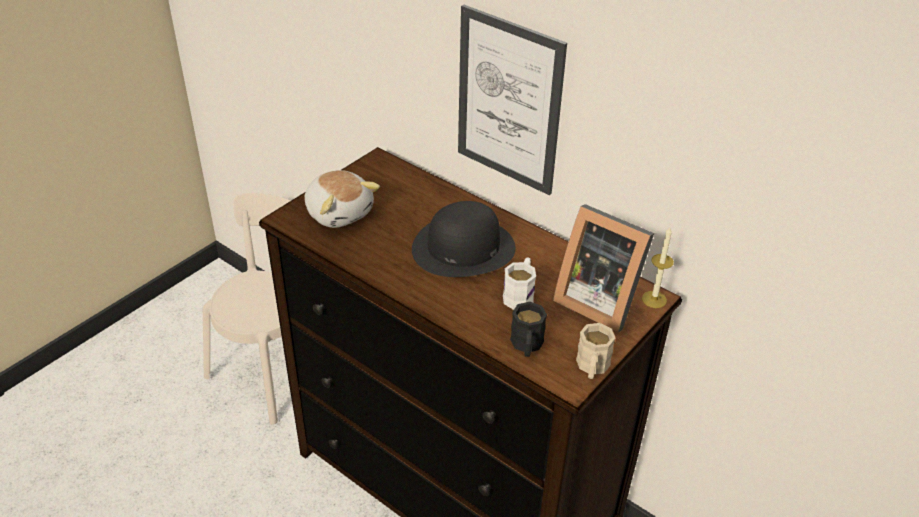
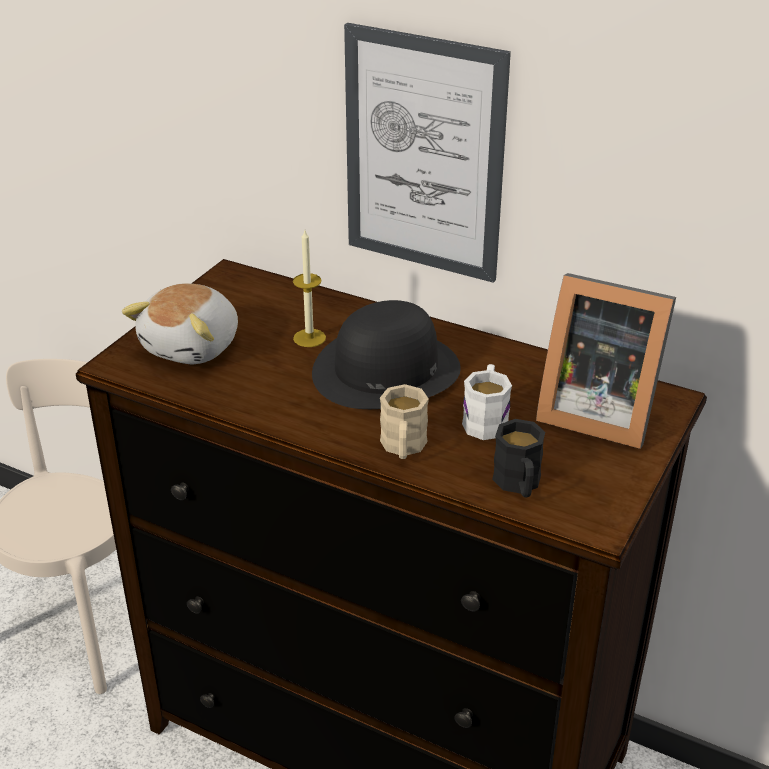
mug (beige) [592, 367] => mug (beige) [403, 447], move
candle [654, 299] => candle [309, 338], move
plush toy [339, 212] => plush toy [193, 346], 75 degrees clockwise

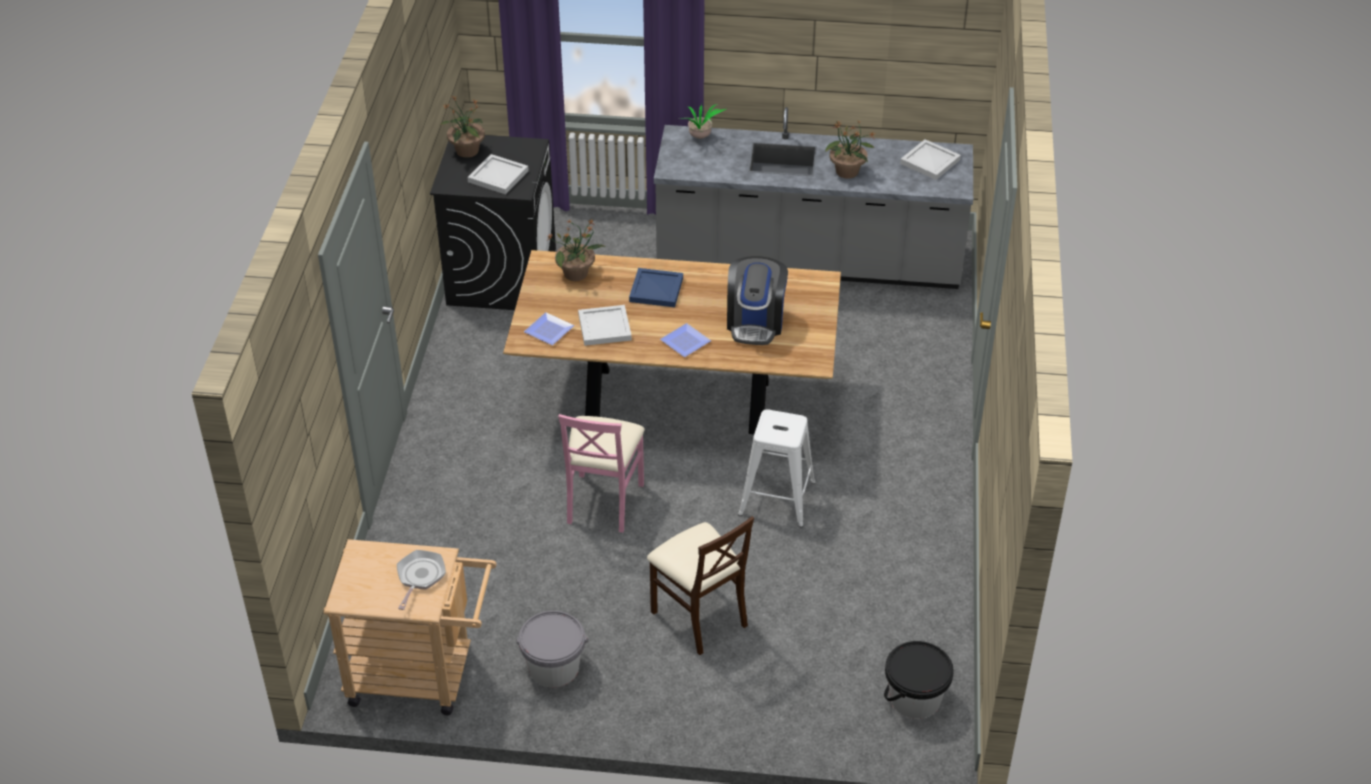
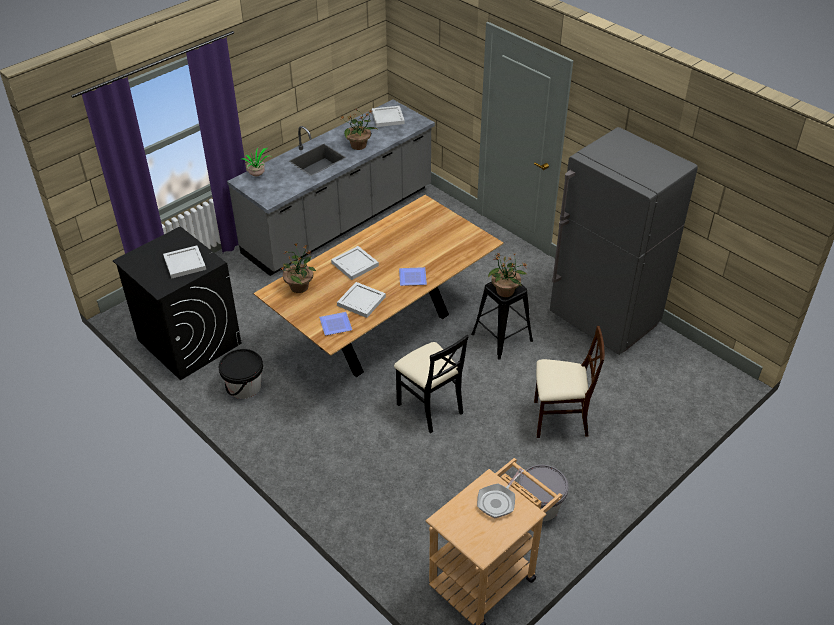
coffee machine [755, 322] => nothing
nothing => fridge (grey) [604, 322]
potted plant [467, 151] => potted plant [505, 291], move
bucket (black) [915, 698] => bucket (black) [244, 386], move
chair (pink) [603, 501] => chair (black) [430, 407]
tray (blue) [655, 289] => tray (white) [354, 264]
stool (white) [776, 498] => stool (black) [502, 338]
frying pan [420, 577] => frying pan [498, 501], 105 degrees counterclockwise

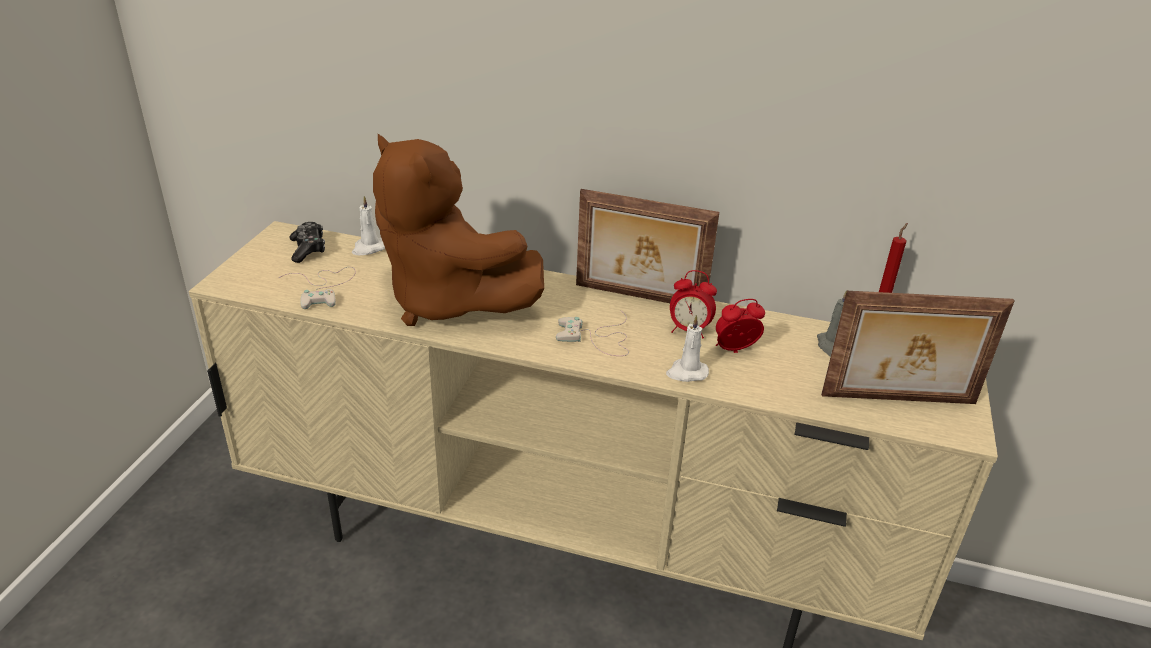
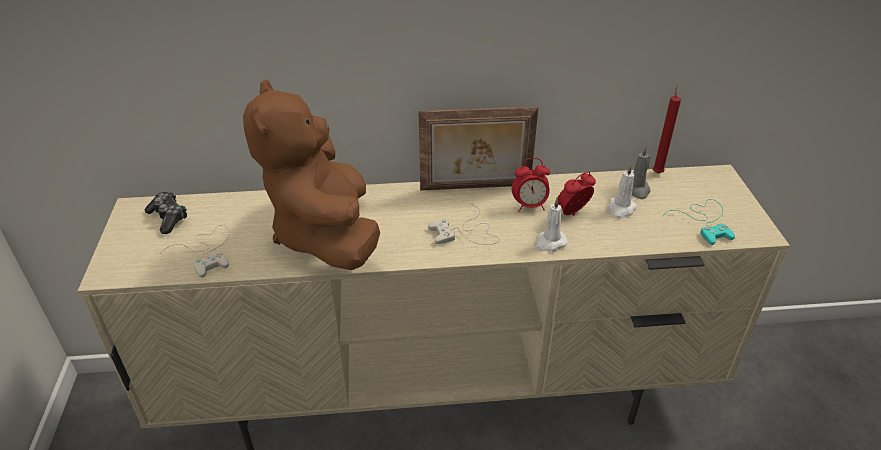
candle (white) [368, 248] => candle (white) [621, 209], move
picture frame [899, 401] => game controller (turquoise) [705, 221]
plush toy (brown) [448, 302] => plush toy (brown) [325, 235], 60 degrees clockwise

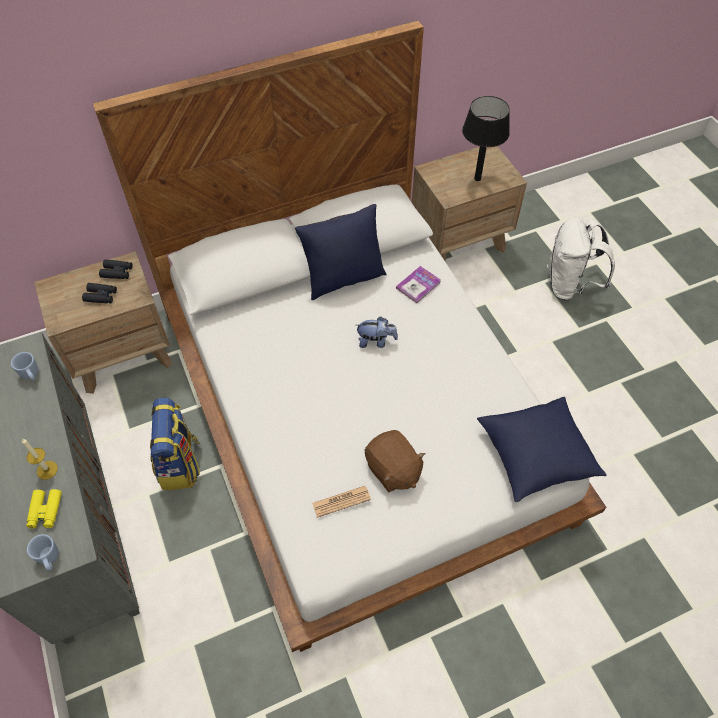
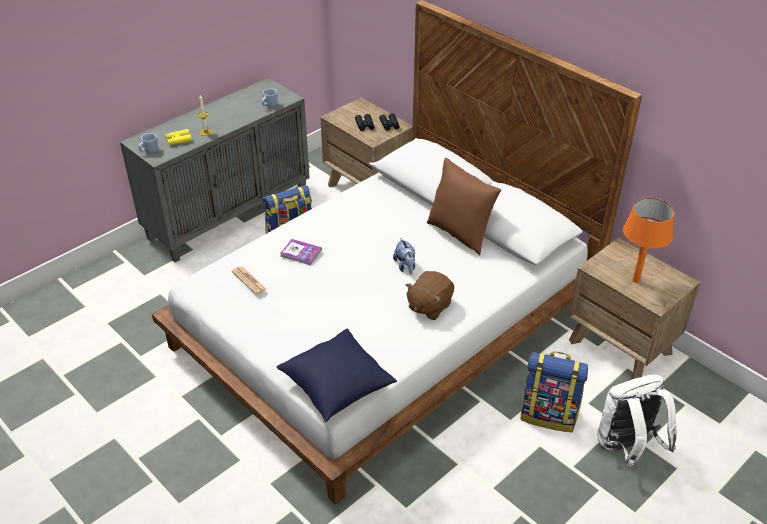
nothing => backpack [549, 414]
plush toy (brown) [392, 470] => plush toy (brown) [429, 306], move
book [418, 285] => book [301, 253], move
pillow (blue) [343, 279] => pillow (brown) [460, 233]
table lamp (black) [477, 179] => table lamp (orange) [635, 280]

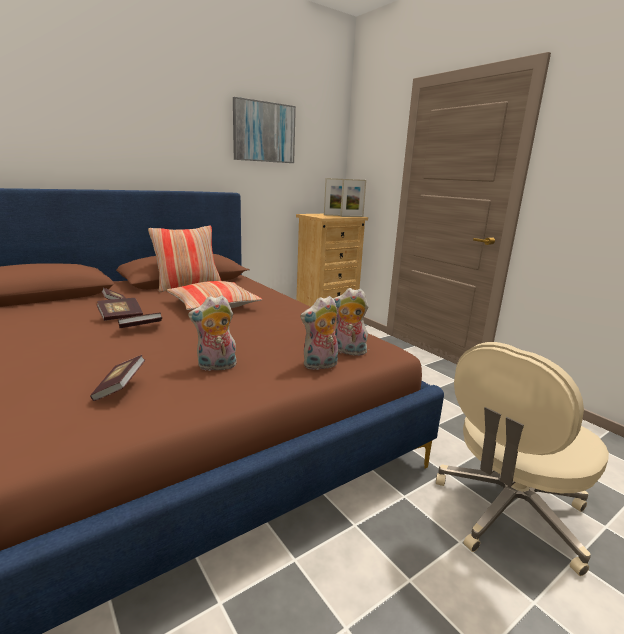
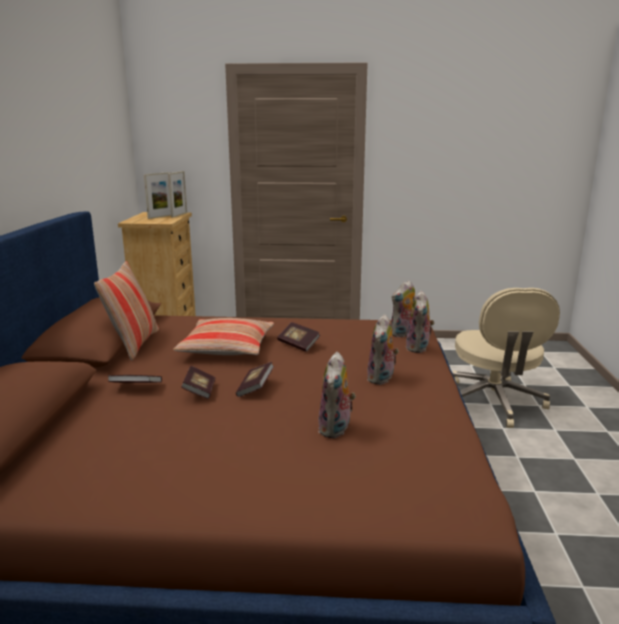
picture [264, 132] => nothing
nothing => plush toy [336, 429]
book [120, 388] => book [298, 344], move

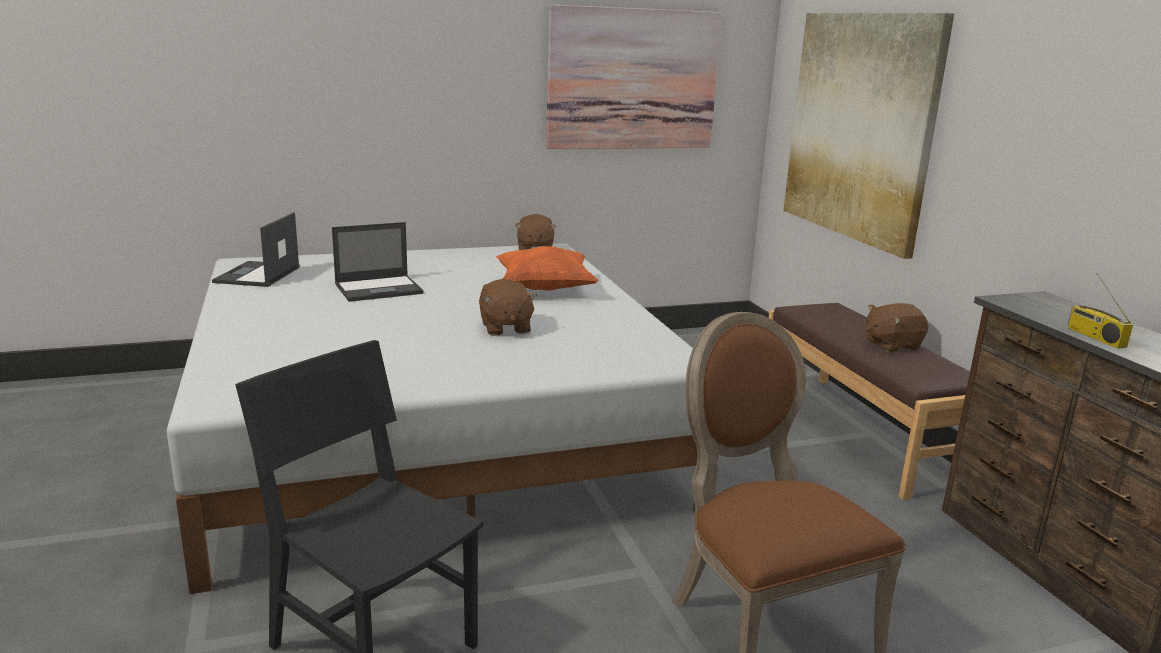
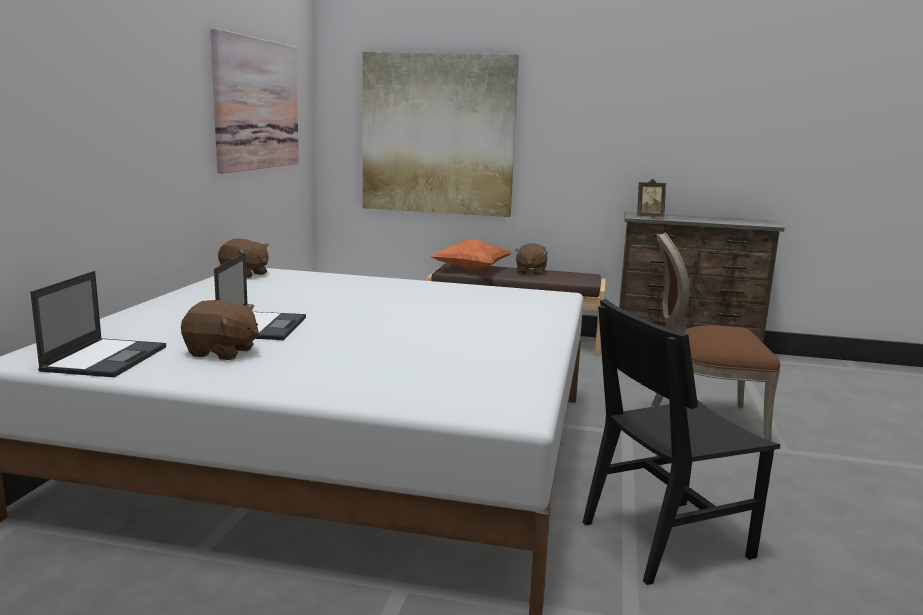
radio [1094, 337] => nothing
nothing => picture frame [648, 217]
plush toy (brown) [505, 328] => plush toy (brown) [221, 352], move
pillow (orange) [544, 289] => pillow (orange) [471, 269], move
laptop [257, 275] => laptop [106, 358], 120 degrees counterclockwise

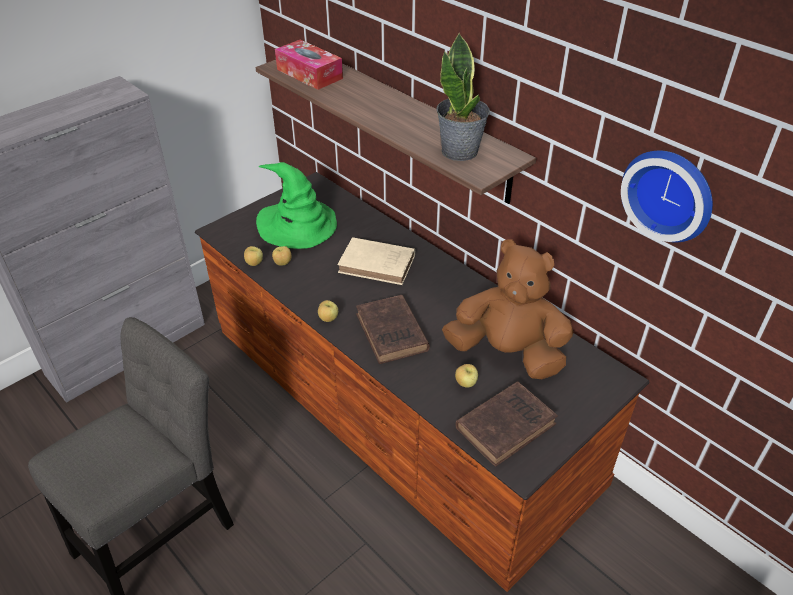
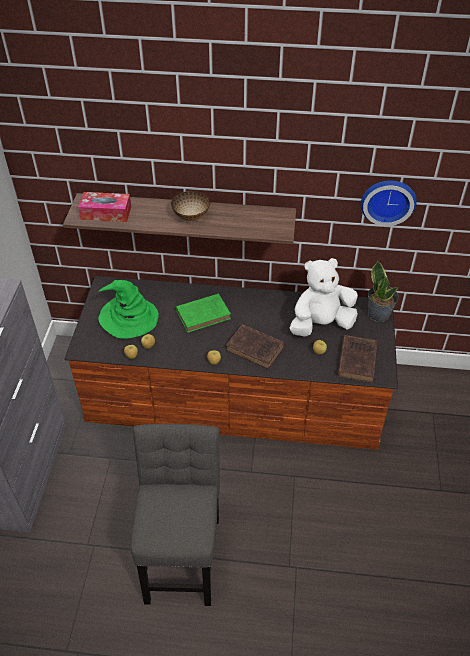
nothing => bowl [190, 217]
potted plant [460, 151] => potted plant [379, 314], move
book (beige) [379, 265] => book (green) [204, 314]
plush toy (brown) [507, 353] => plush toy (white) [321, 324]

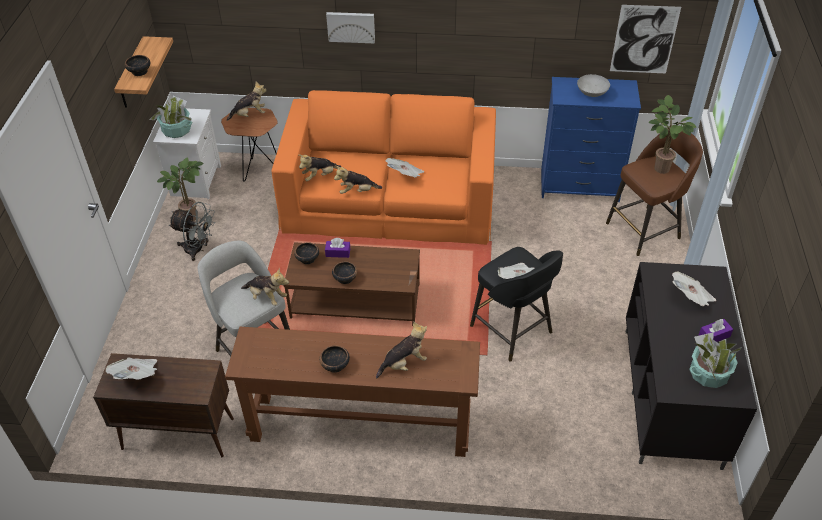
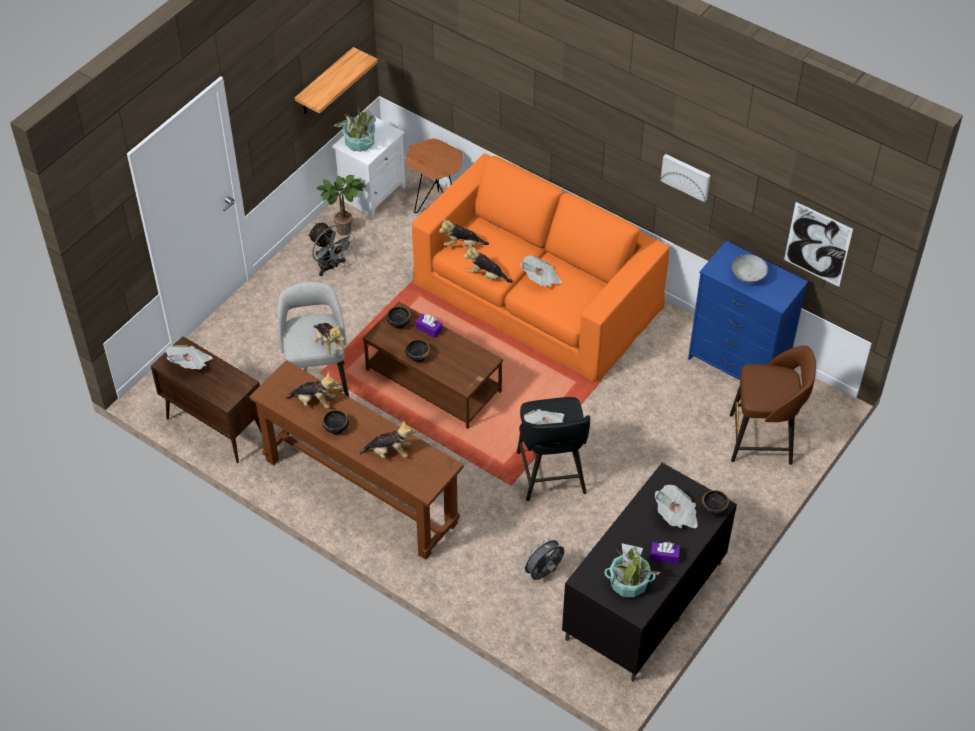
potted plant [658, 168] => nothing
nothing => fan (grey) [544, 573]
bowl [139, 72] => bowl [714, 508], move
plush toy [249, 115] => plush toy [314, 401], move
picture [351, 26] => picture [686, 176], move

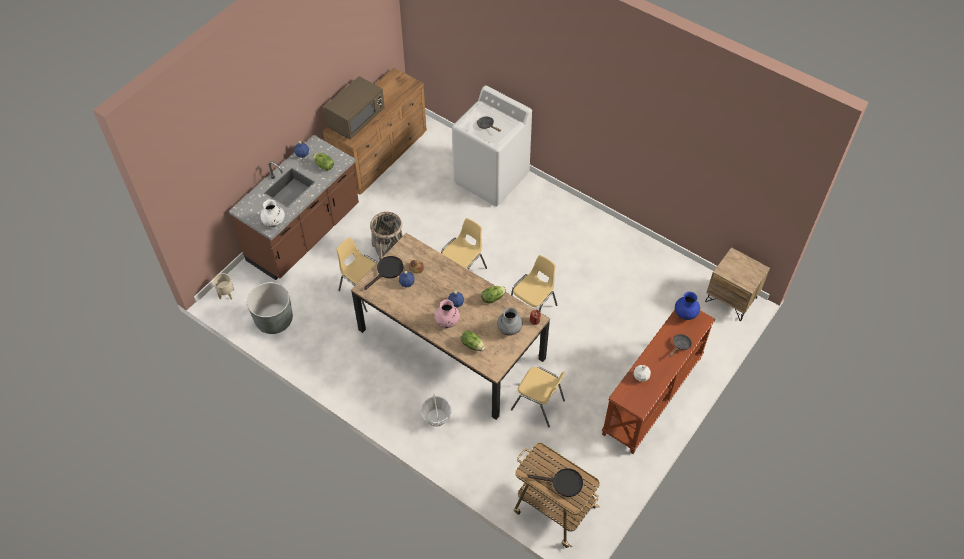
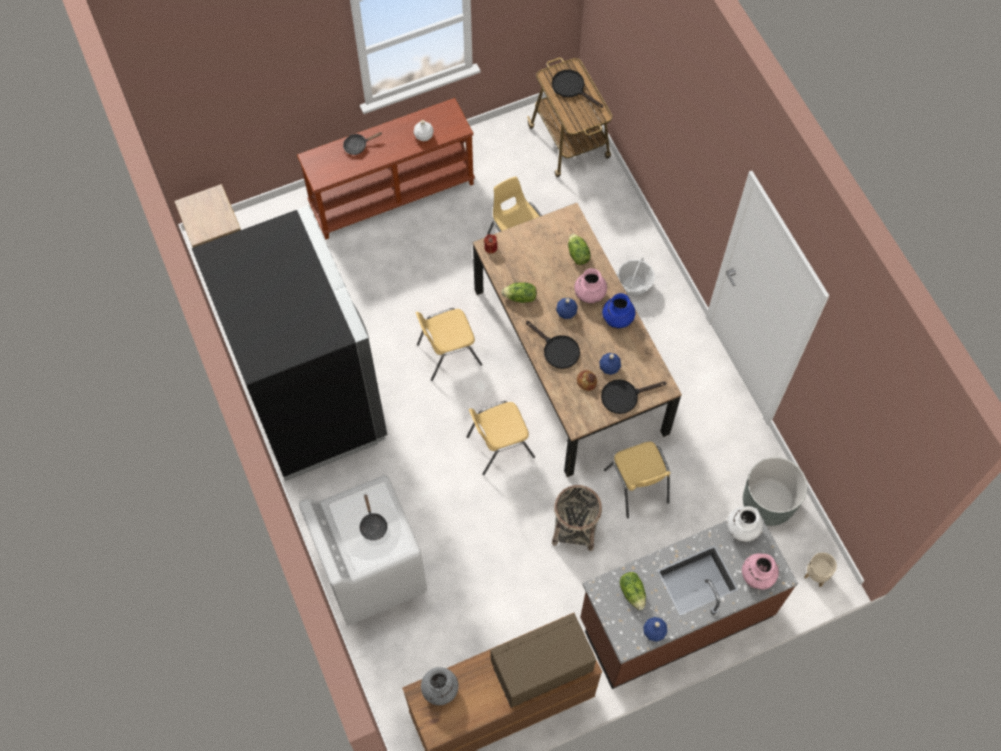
nothing => fridge (black) [312, 399]
nothing => frying pan (black) [557, 350]
nothing => vase (pink) [757, 576]
vase (grey) [509, 329] => vase (grey) [440, 690], move
vase (blue) [685, 314] => vase (blue) [617, 319], move

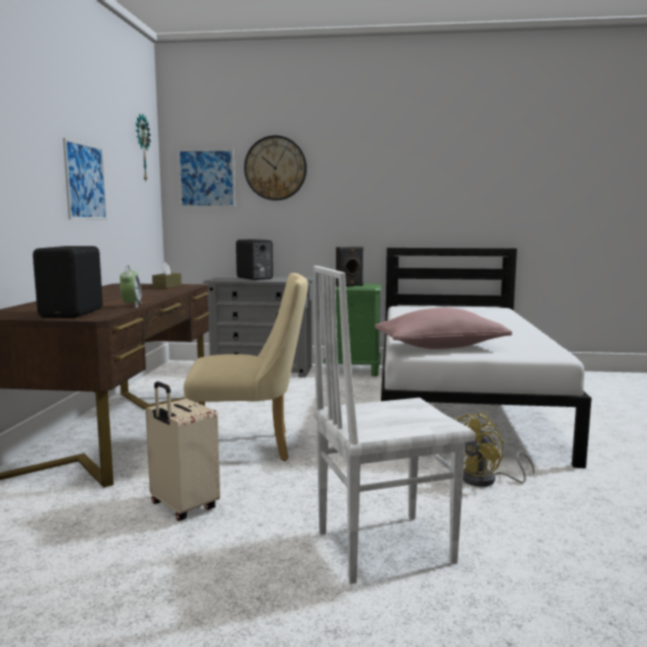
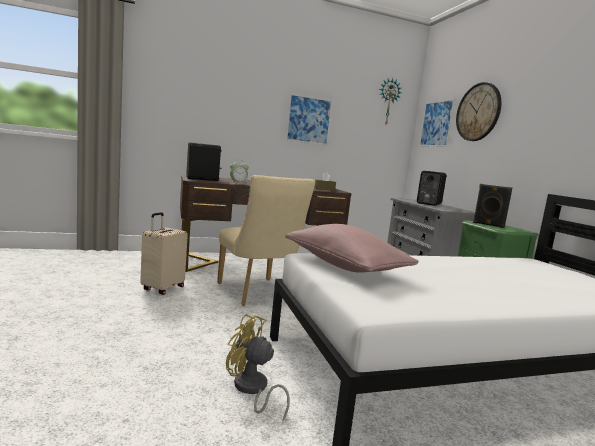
chair (white) [382, 546] => nothing

